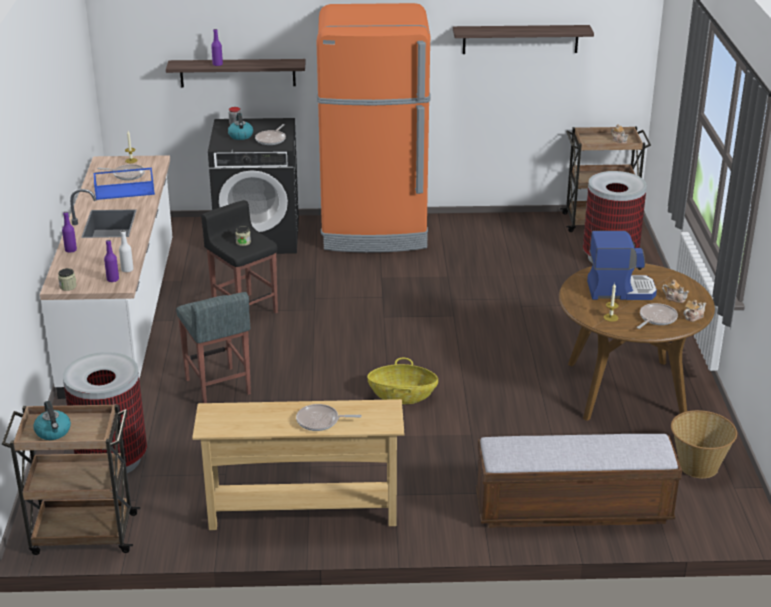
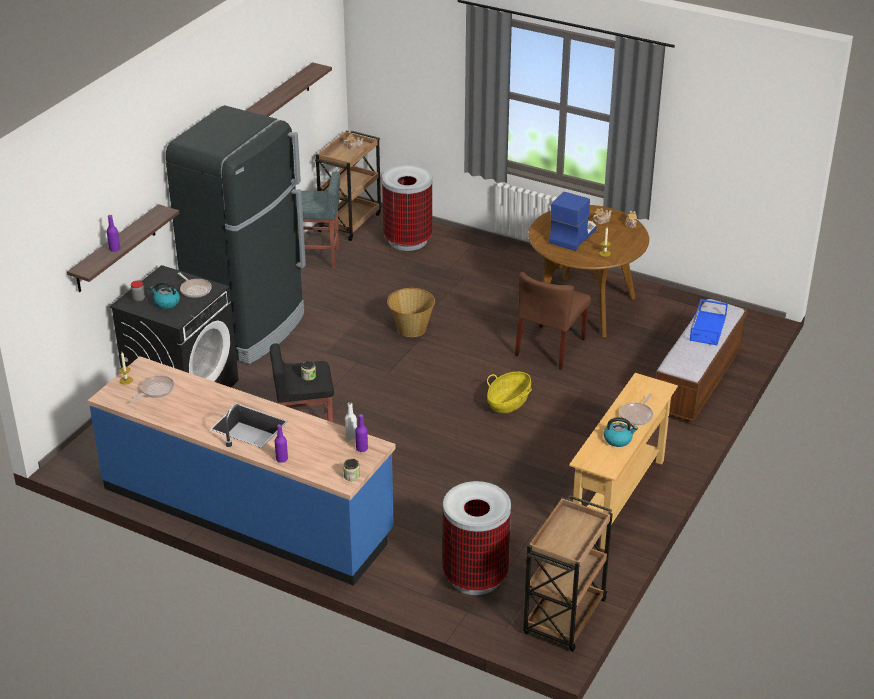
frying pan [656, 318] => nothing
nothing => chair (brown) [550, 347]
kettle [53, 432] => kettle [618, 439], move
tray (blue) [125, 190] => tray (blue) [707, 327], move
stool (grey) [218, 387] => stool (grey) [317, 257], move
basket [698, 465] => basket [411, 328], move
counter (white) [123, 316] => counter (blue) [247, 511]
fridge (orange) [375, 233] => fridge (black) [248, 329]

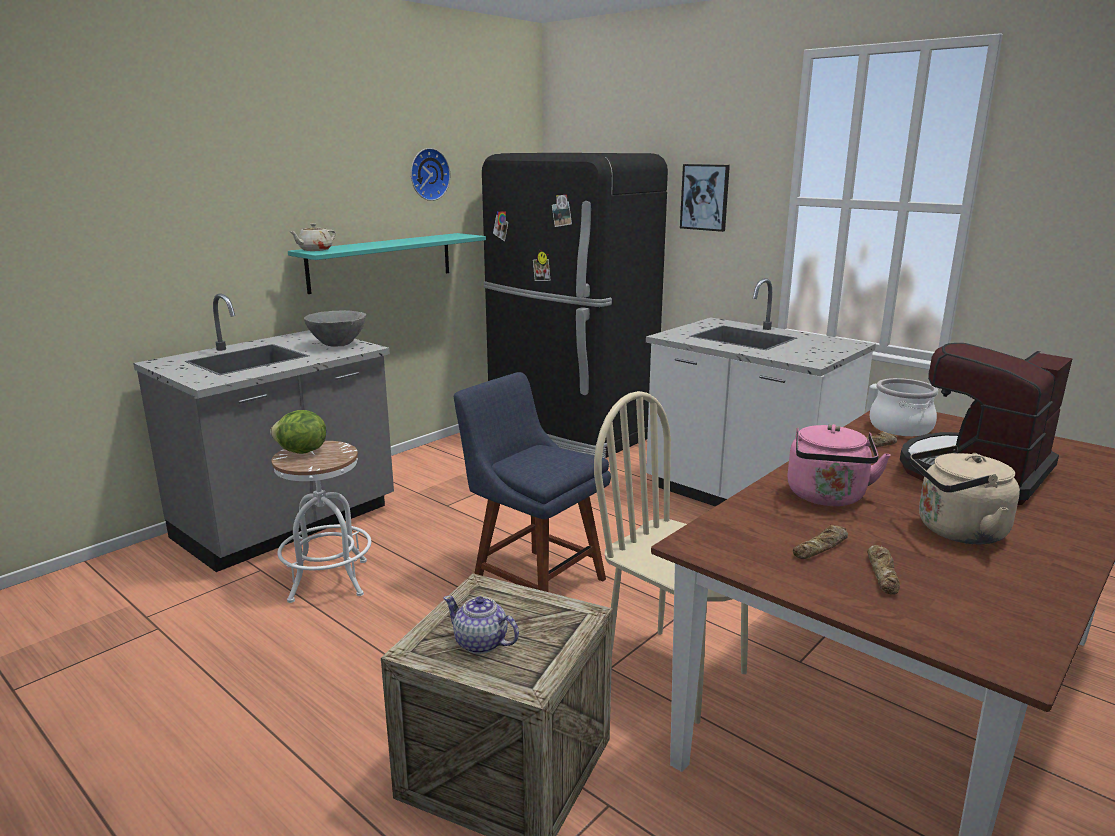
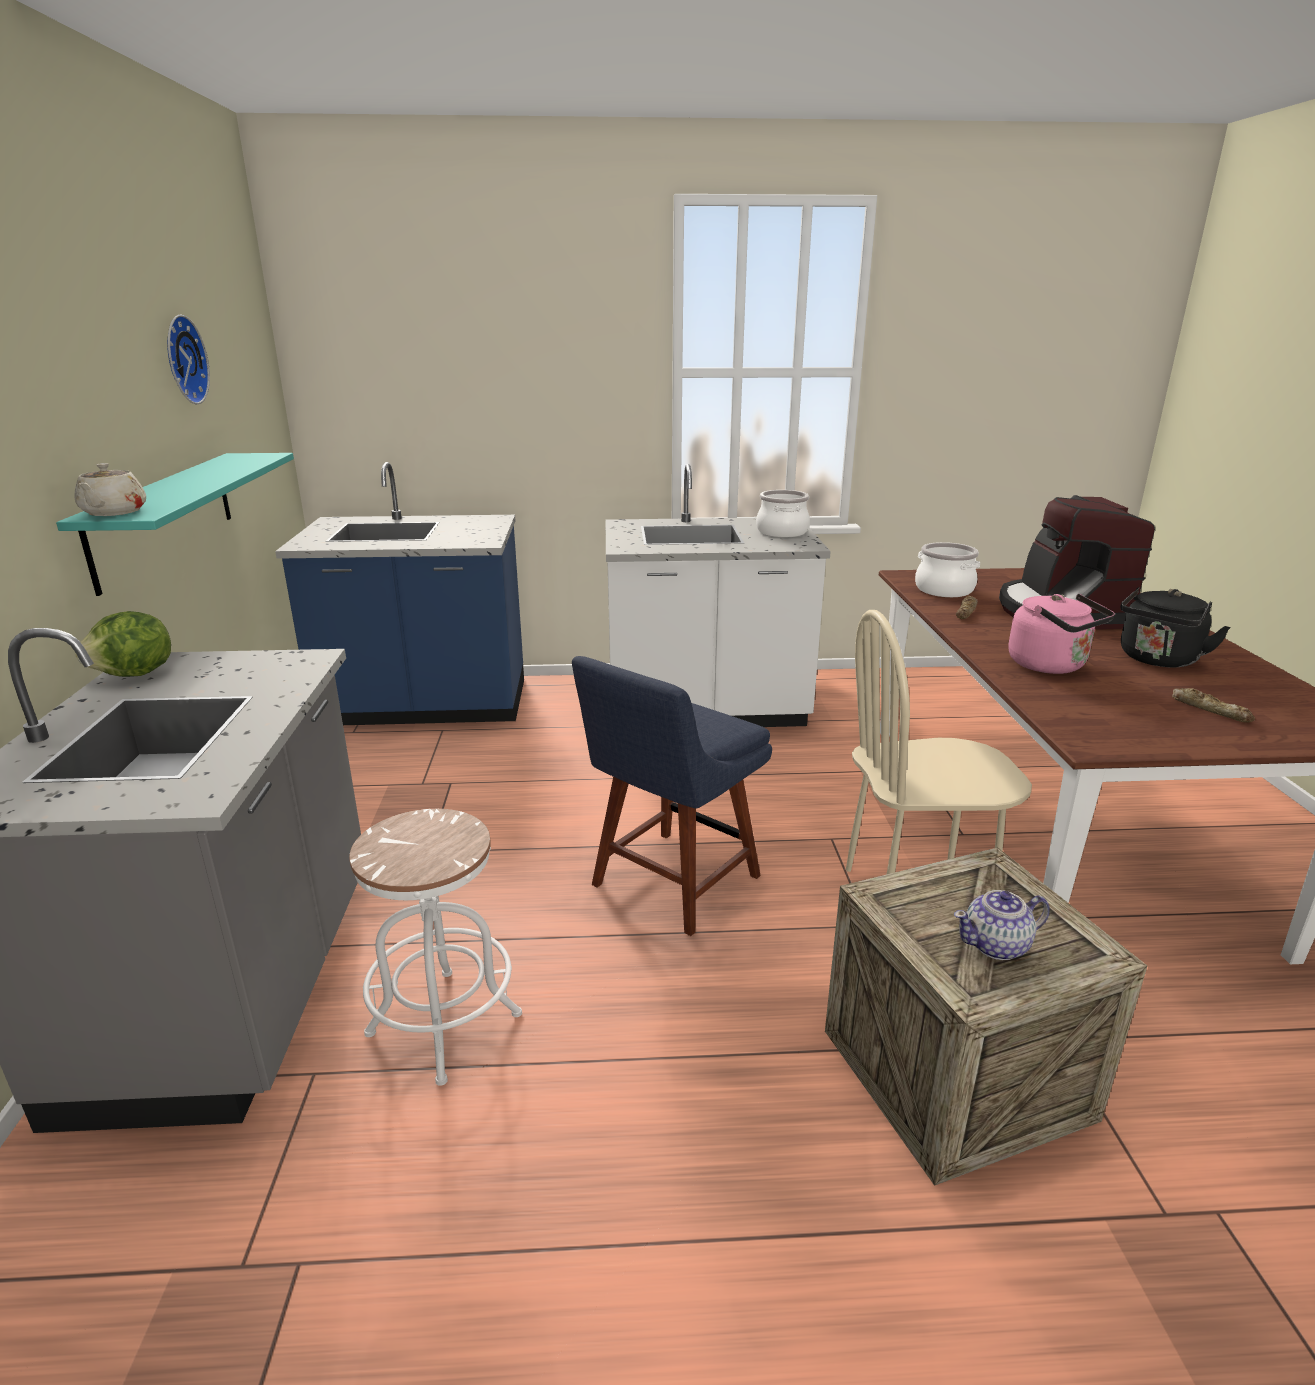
bowl (grey) [337, 345] => nothing
picture [705, 197] => nothing
bread [821, 548] => nothing
nothing => cooking pot [781, 532]
lettuce [301, 452] => lettuce [135, 675], move
fridge (black) [568, 433] => counter (blue) [425, 706]
kettle (beige) [956, 531] => kettle (black) [1157, 660]
chair (blue) [534, 581] => chair (blue) [670, 884], 45 degrees counterclockwise

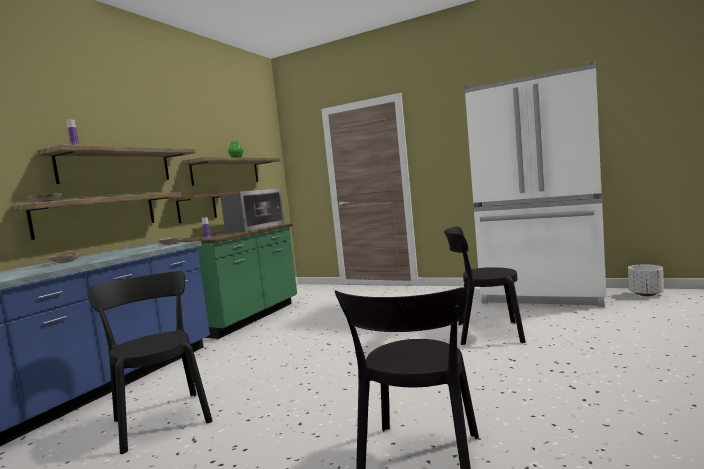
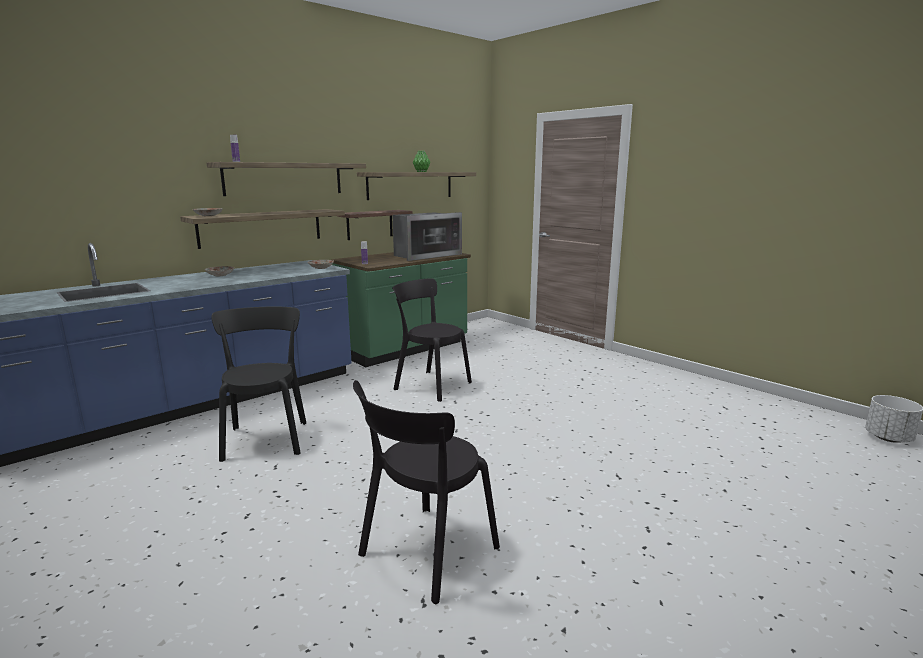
fridge (white) [543, 296] => nothing
chair (black) [485, 333] => chair (black) [430, 385], move

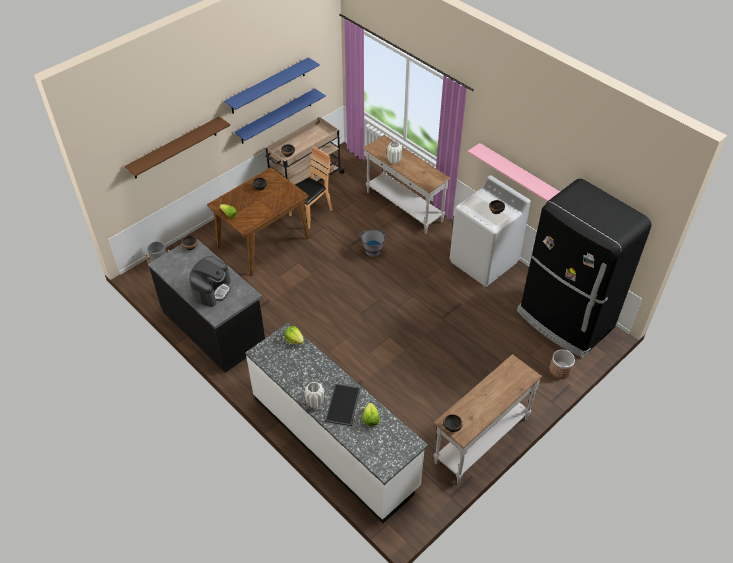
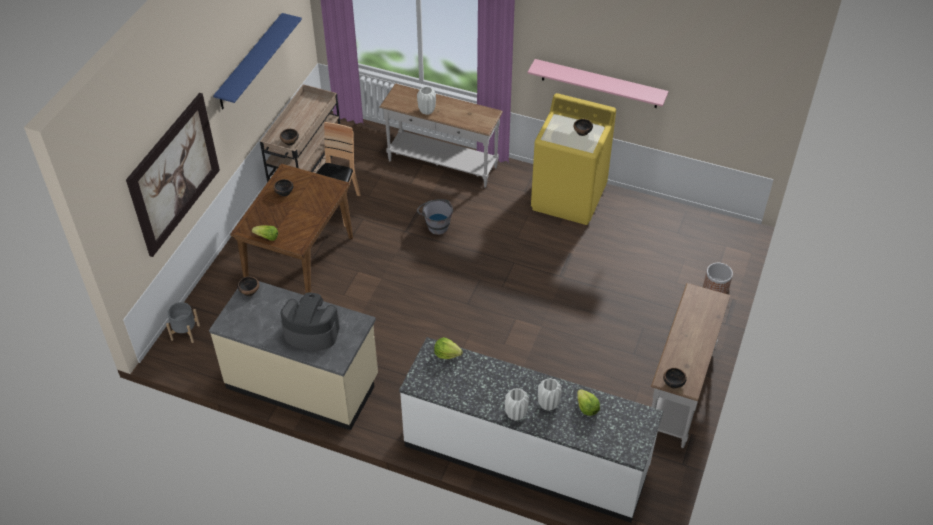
shelf (blue) [276, 116] => nothing
fridge (black) [564, 320] => nothing
shelf (brown) [175, 148] => picture [174, 174]
tray [343, 405] => vase (white) [548, 404]
counter (black) [214, 327] => counter (beige) [303, 382]
washing machine (white) [484, 262] => washing machine (yellow) [569, 198]
coffee machine [212, 290] => coffee machine [311, 332], 75 degrees counterclockwise

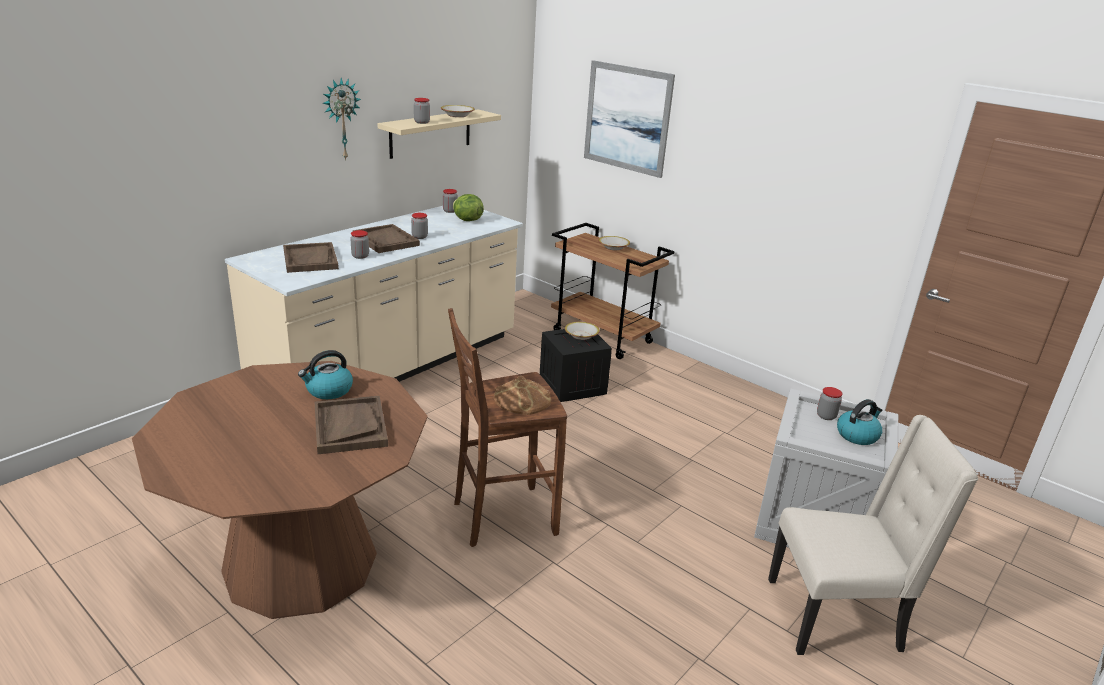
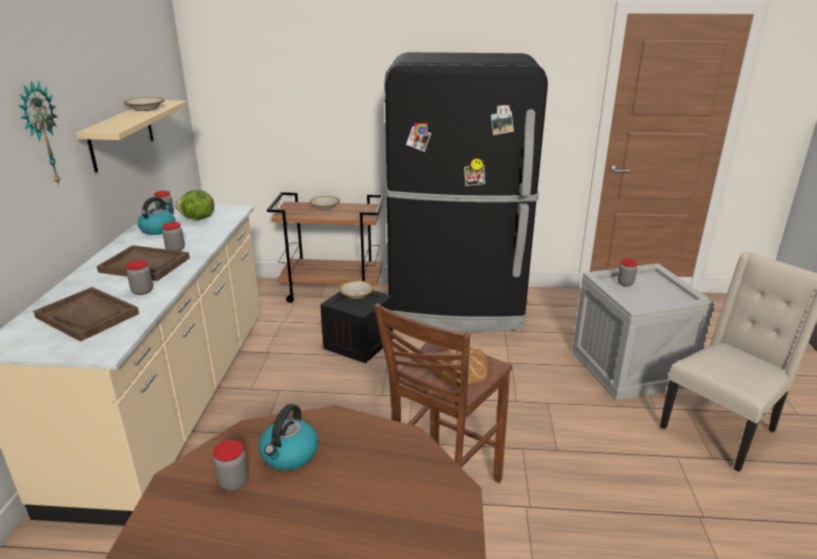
tray (brown) [350, 426] => nothing
picture [627, 118] => nothing
nothing => fridge (black) [456, 307]
jar [422, 122] => jar [233, 482], move
kettle [857, 435] => kettle [158, 229], move

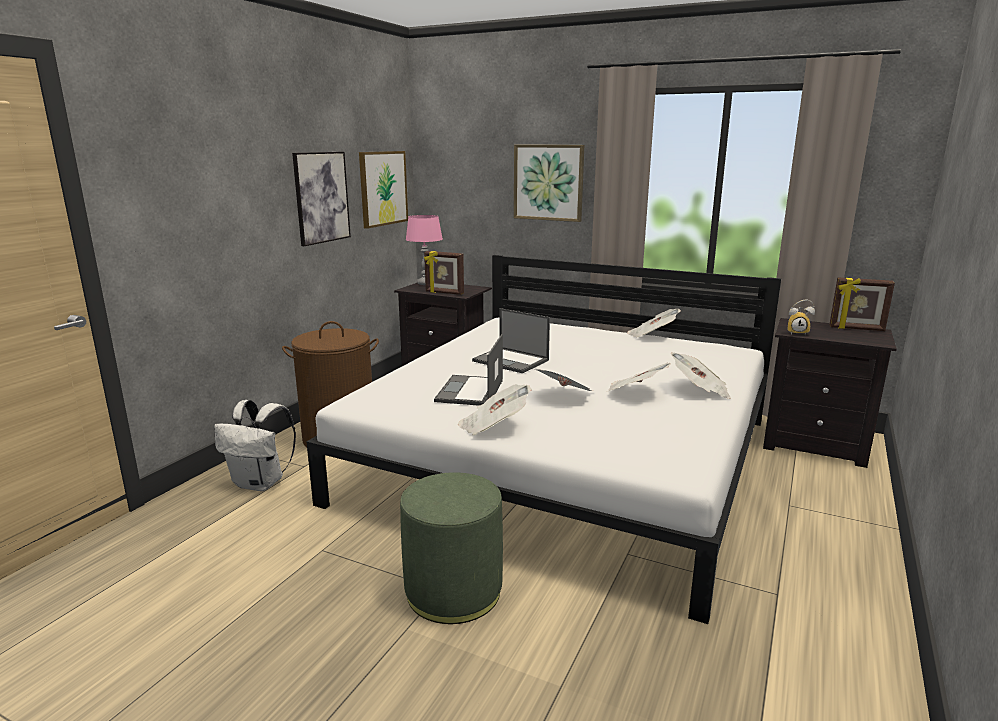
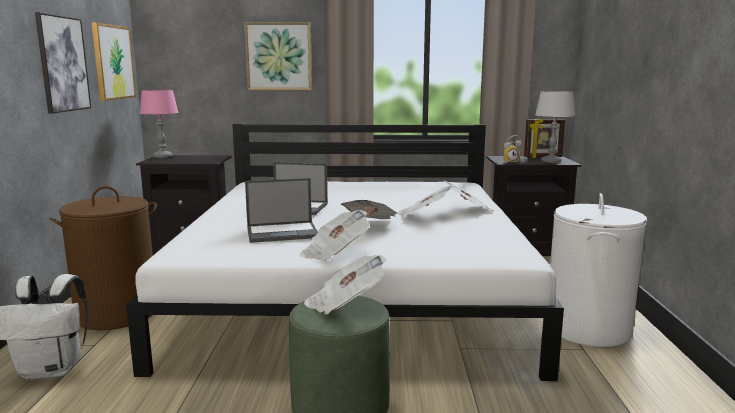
picture frame [444, 293] => nothing
nothing => table lamp (grey) [551, 161]
nothing => laundry basket (white) [588, 328]
newspaper [651, 336] => newspaper [344, 304], move
laptop [470, 391] => laptop [283, 232], 90 degrees counterclockwise

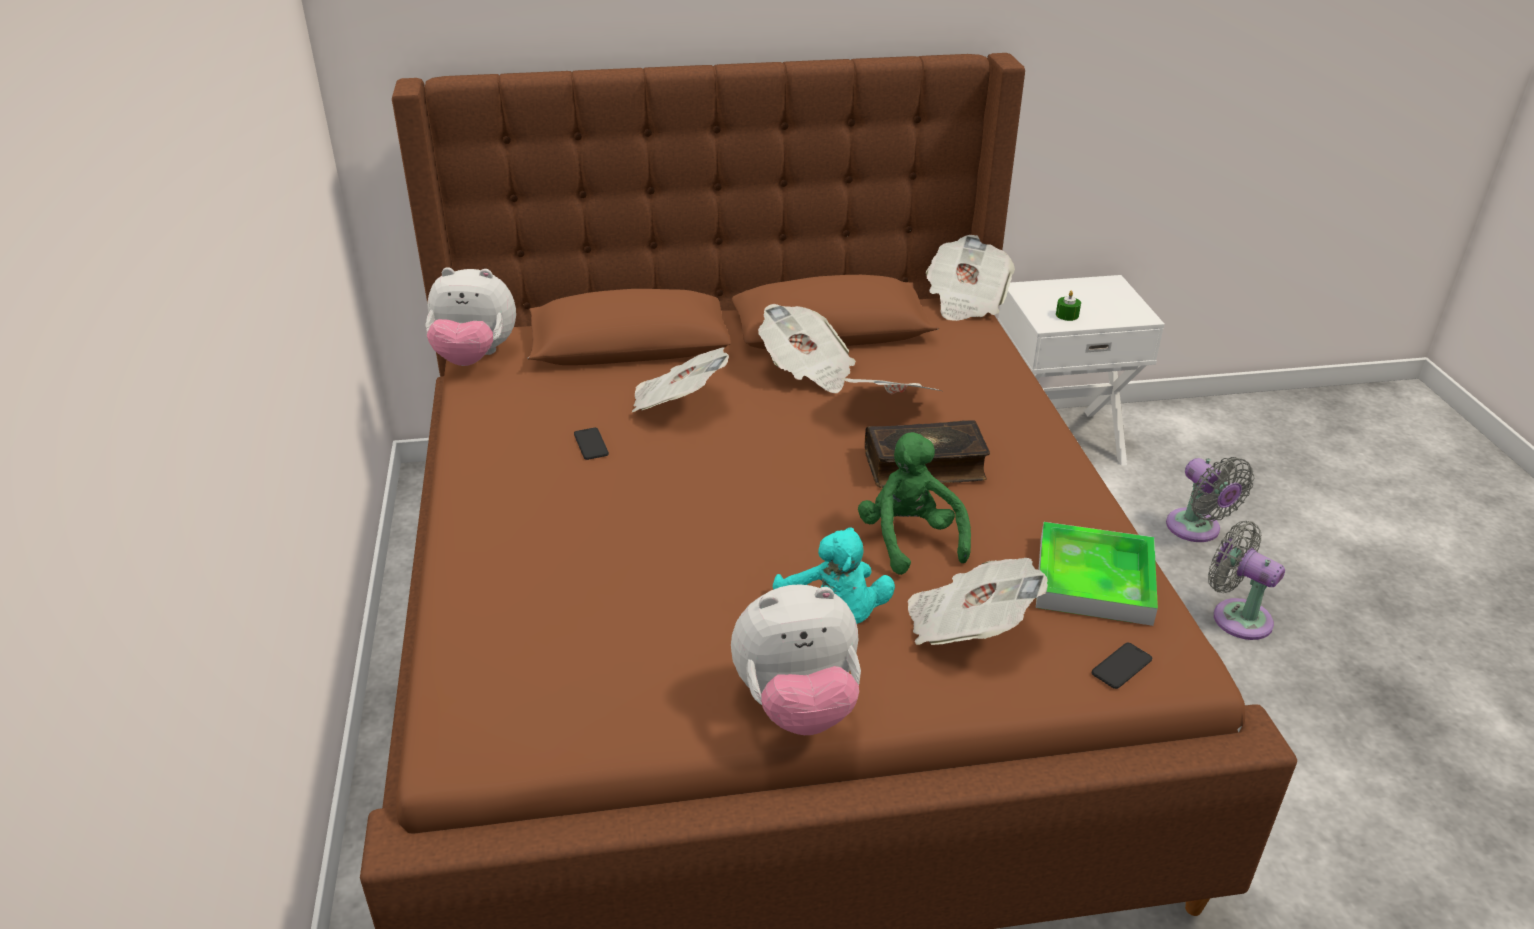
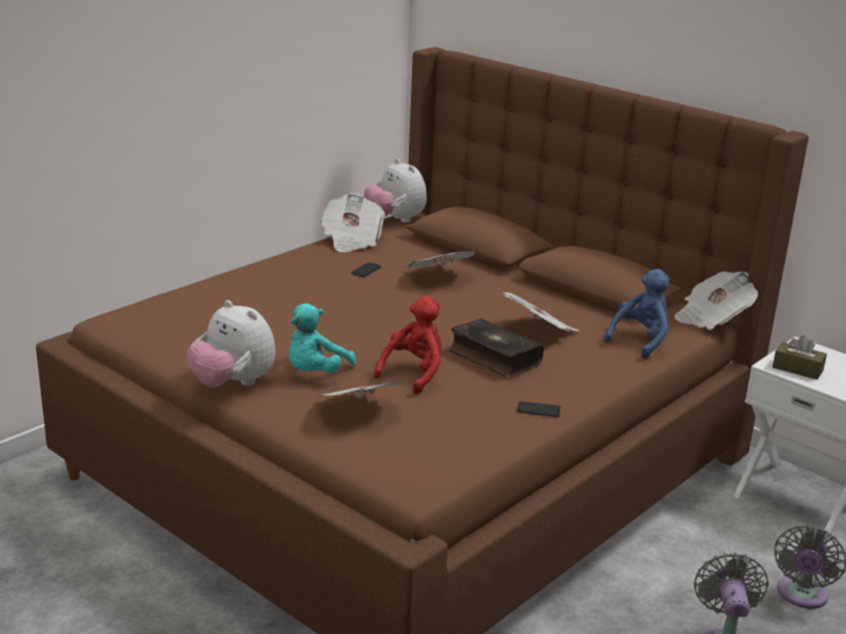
tray [1094, 580] => nothing
nothing => plush toy (blue) [640, 340]
newspaper [807, 371] => newspaper [351, 240], move
phone [1121, 666] => phone [539, 410], move
candle (green) [1067, 315] => tissue box (brown) [797, 369]
plush toy (green) [909, 539] => plush toy (red) [414, 373]

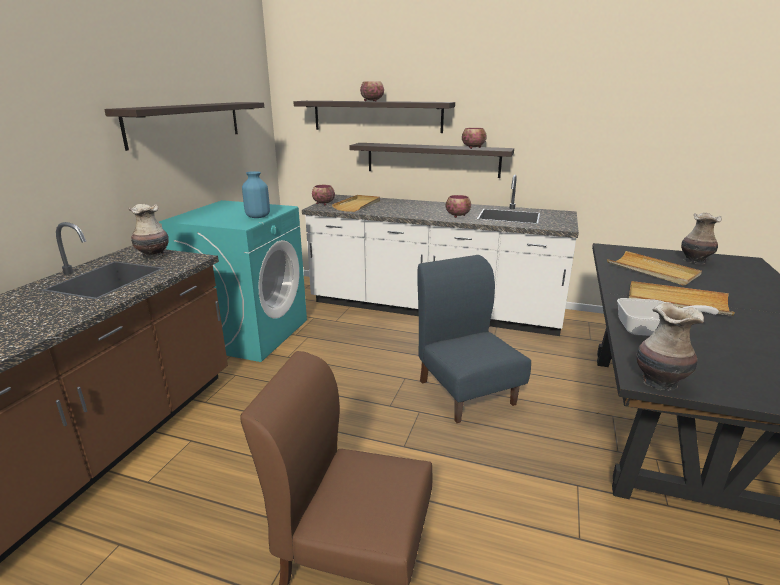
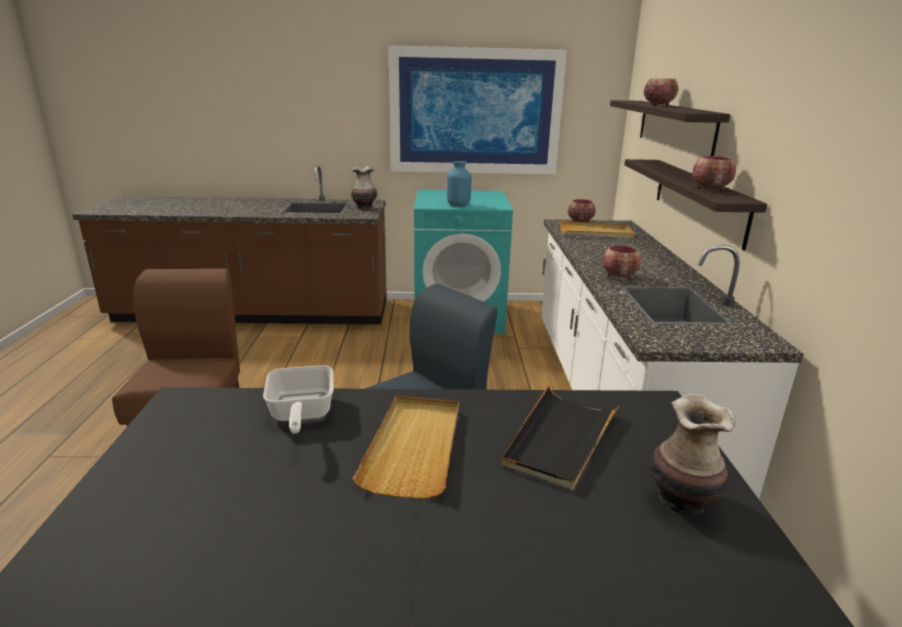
vase [658, 382] => nothing
shelf [186, 123] => picture [475, 112]
tray (beige) [652, 271] => tray (black) [560, 439]

